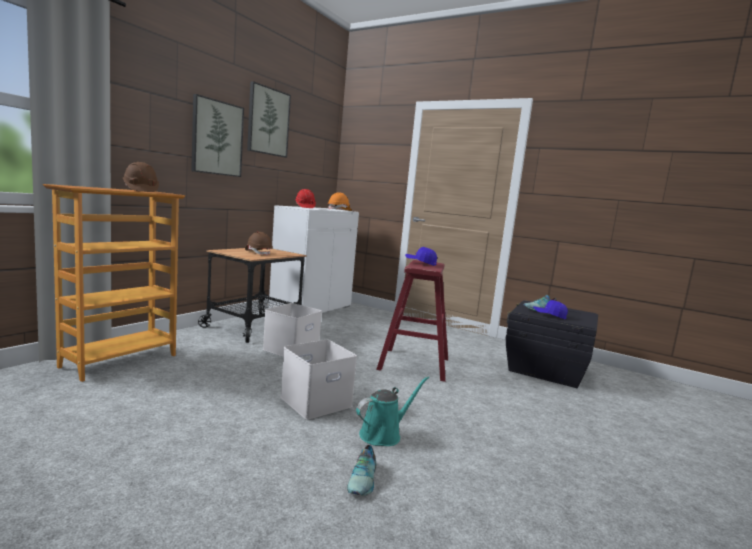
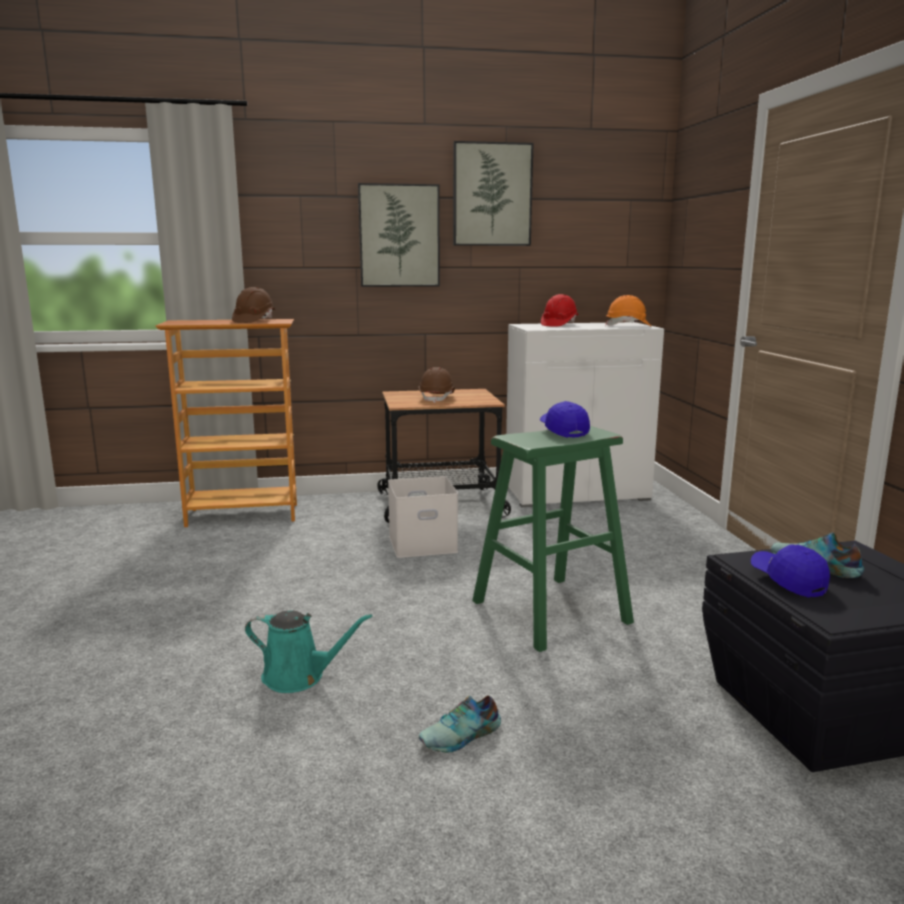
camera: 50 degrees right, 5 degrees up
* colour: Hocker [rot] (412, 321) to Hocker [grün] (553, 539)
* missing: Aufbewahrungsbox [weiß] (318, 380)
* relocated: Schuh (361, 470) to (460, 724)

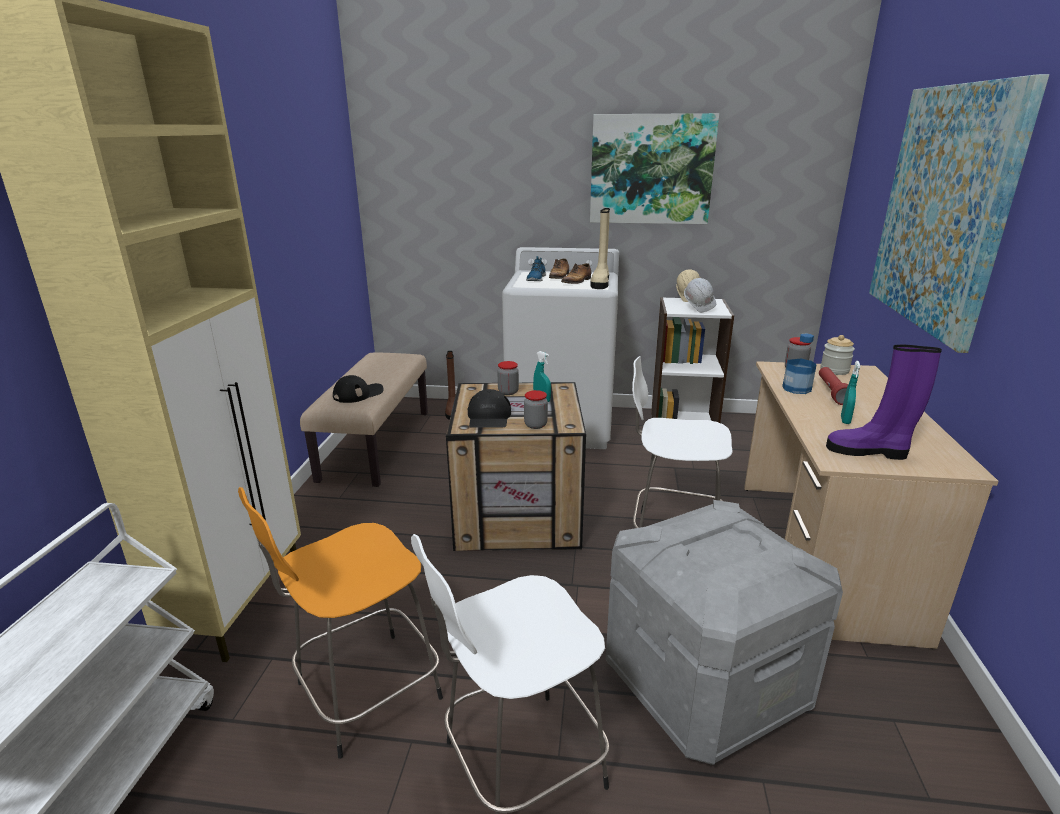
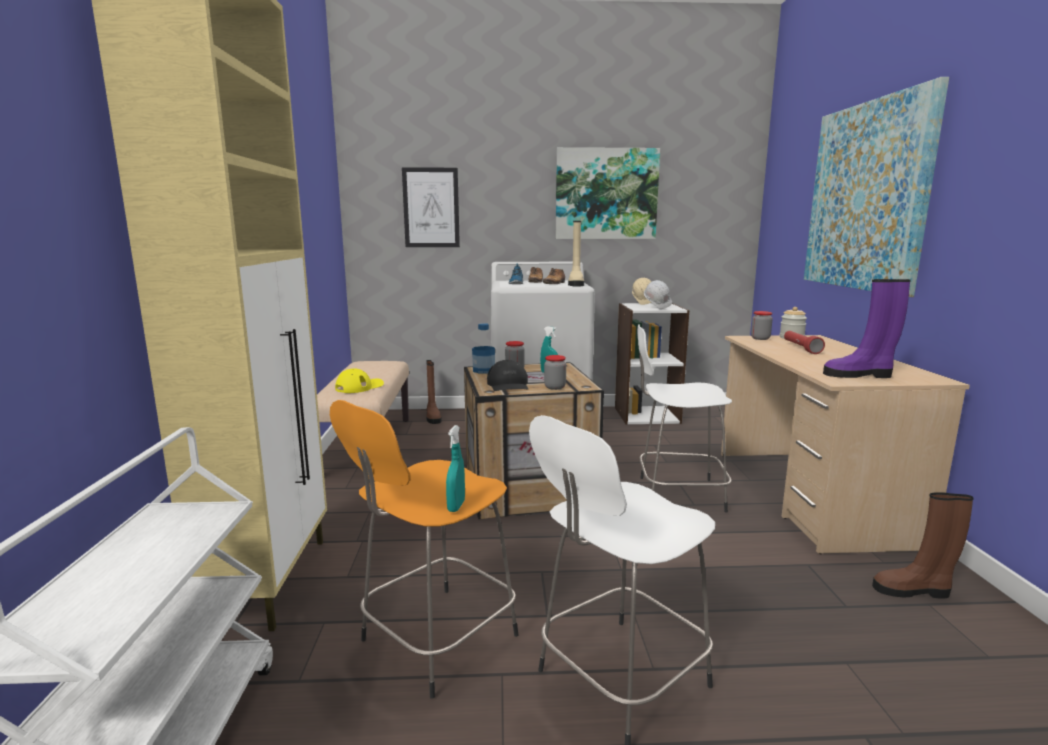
camera: 10 degrees left, 10 degrees down
* relocated: Flasche (799, 363) to (483, 348)
* relocated: Sprühflasche [türkis] (850, 392) to (455, 468)
* colour: Kappe [schwarz] (358, 389) to Kappe [gelb] (359, 380)
* missing: Aufbewahrungsbox [grau] (724, 632)
* appeared: Bild (431, 207)
* appeared: Stiefel [braun] (923, 545)

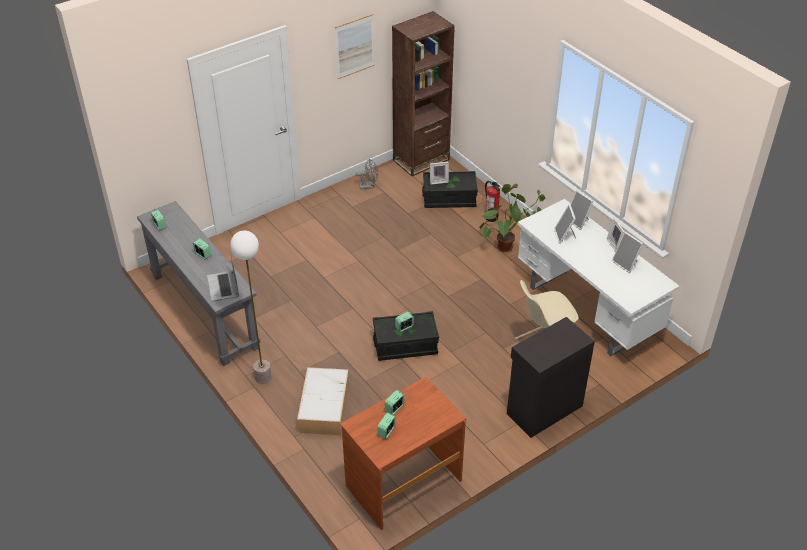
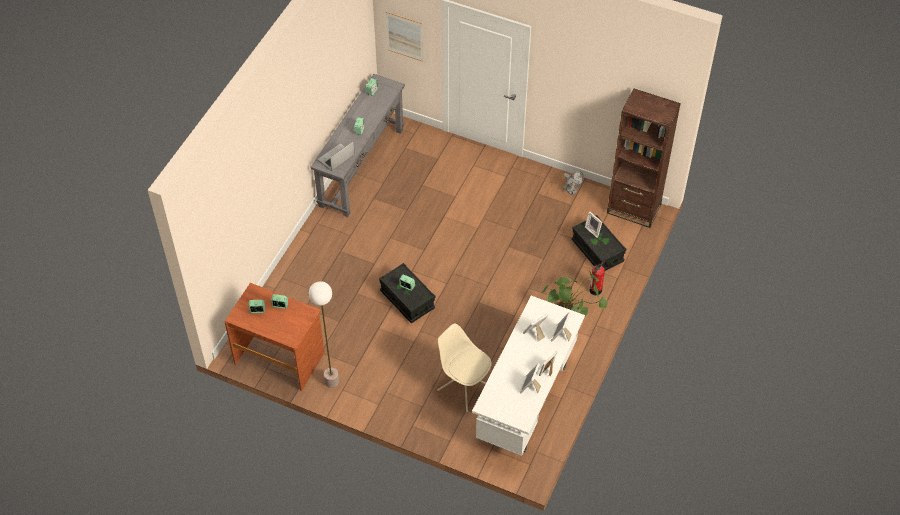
camera: 60 degrees right, 10 degrees up
* relocated: Bild (355, 46) to (404, 36)
* relocated: Stehlampe (251, 307) to (324, 334)
* missing: Schrank [schwarz] (551, 377)
* missing: Aufbewahrungsbox (323, 401)

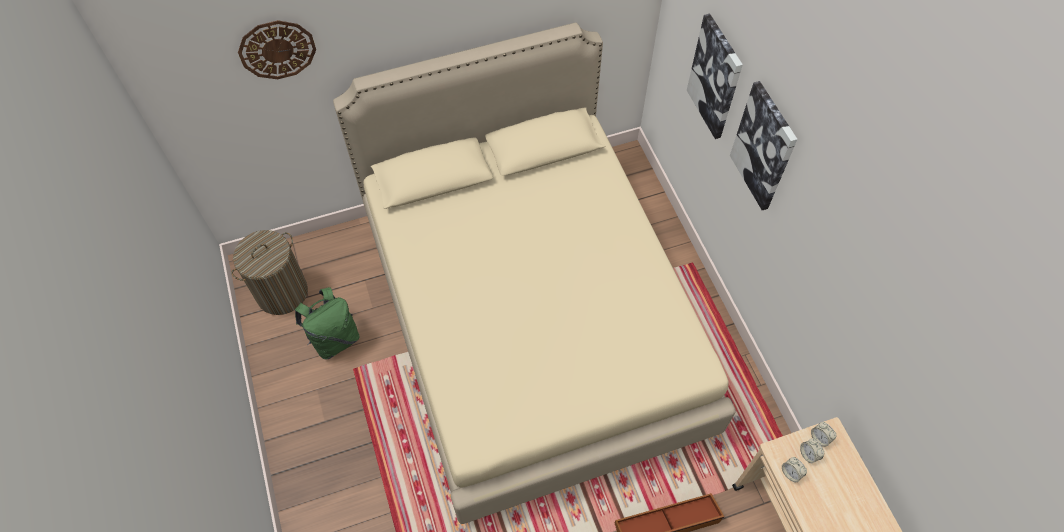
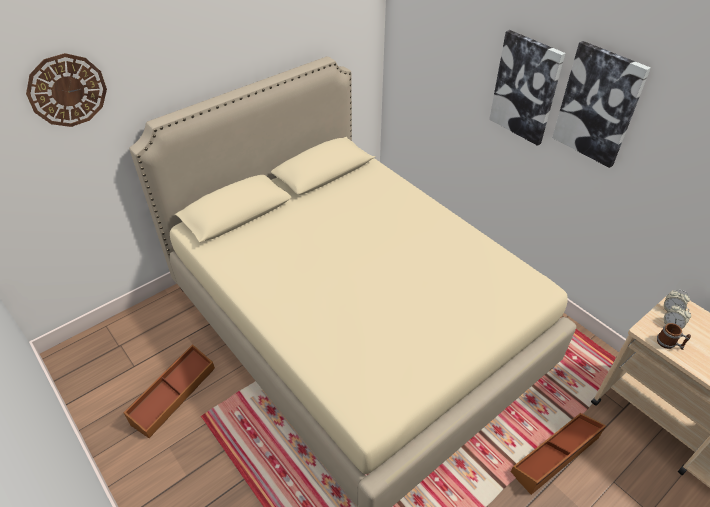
camera: 20 degrees left, 15 degrees down
* relocated: Bild (715, 76) to (601, 104)
* missing: Wäschekorb (269, 272)
* exchanged: Rucksack [grün] (327, 323) to Aufbewahrungsbox [braun] (169, 391)
* exchanged: Wecker (794, 469) to Henkelbecher (674, 336)

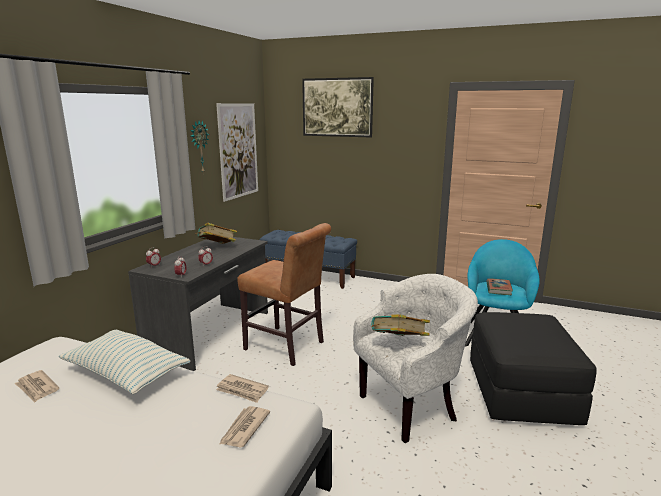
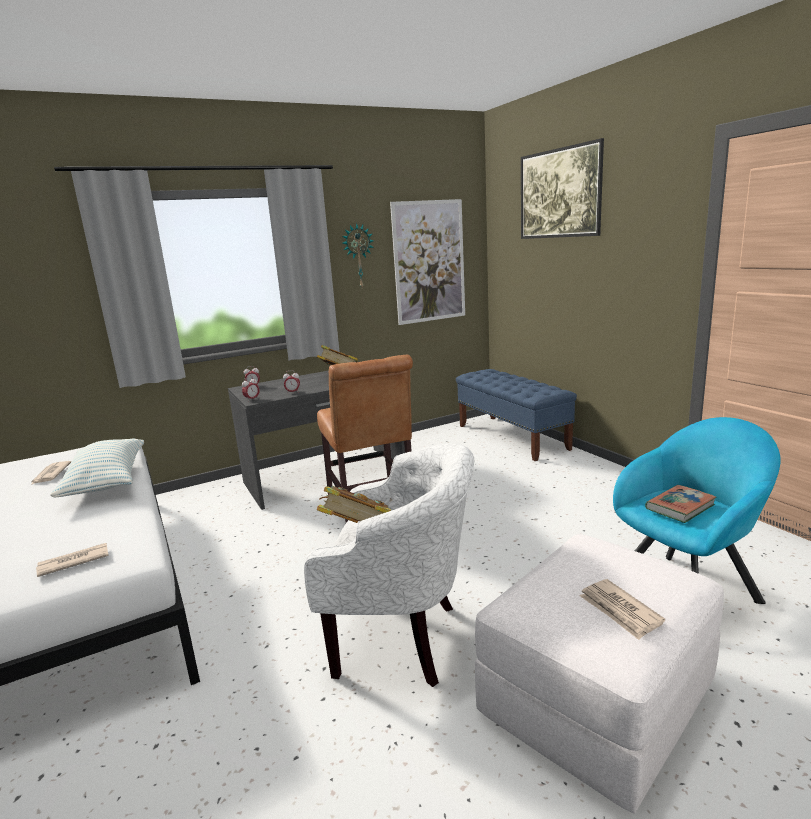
camera: 40 degrees right, 0 degrees up
* colour: Polsterhocker [schwarz] (533, 368) to Polsterhocker [weiß] (599, 673)
* relocated: Zeitung (242, 388) to (622, 609)

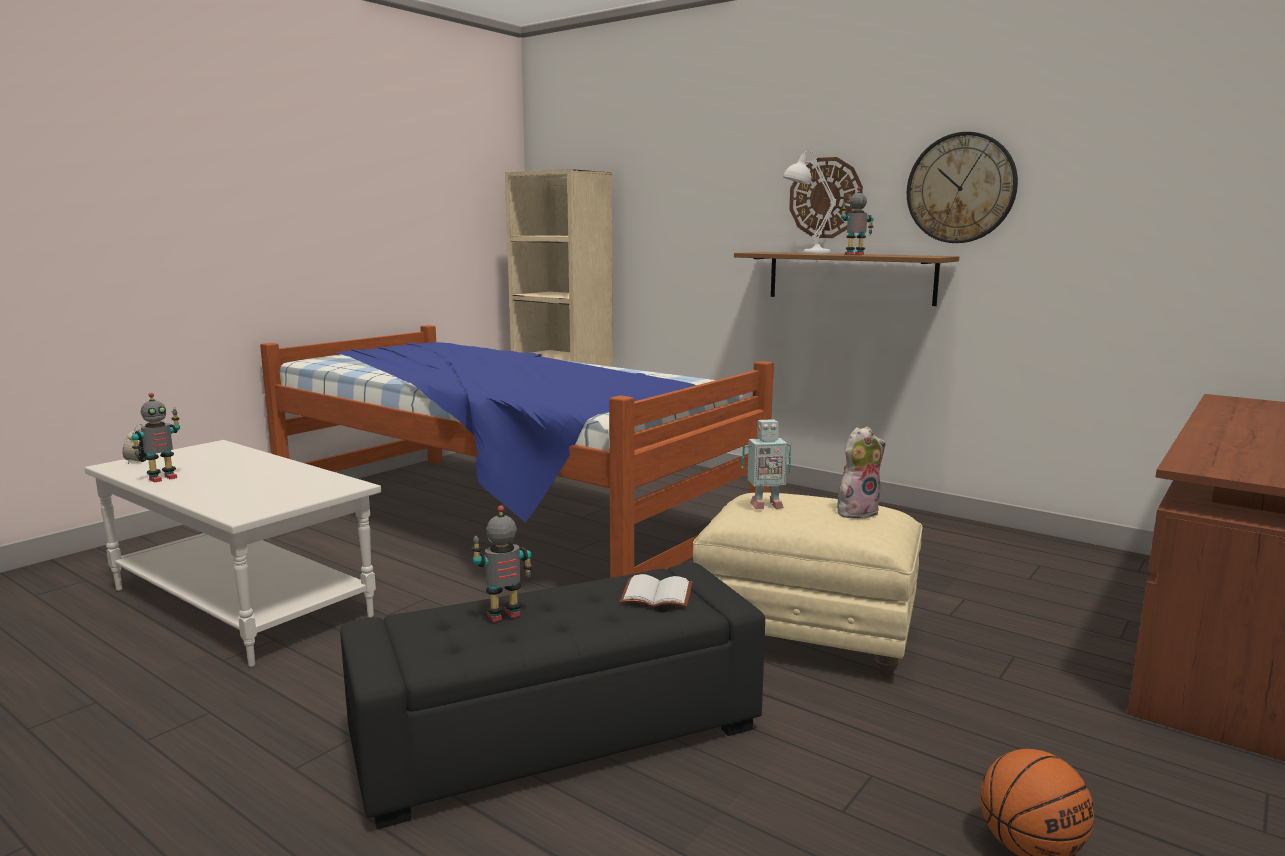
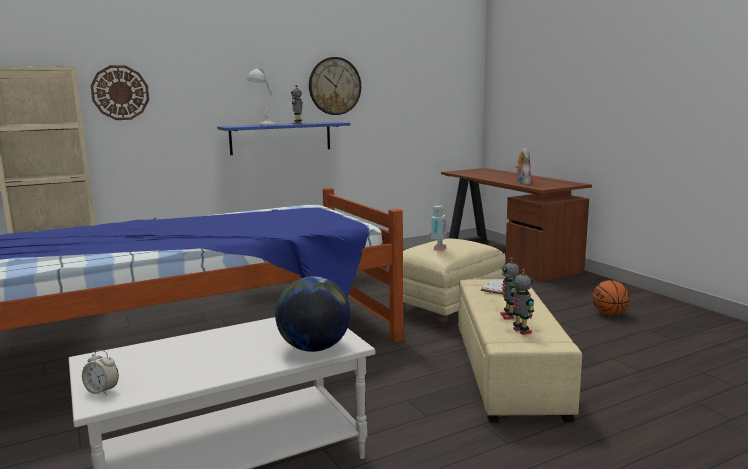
camera: 65 degrees left, 0 degrees up
* relocated: Wanduhr (826, 197) to (120, 92)
* colour: Wandregal [braun] (846, 279) to Wandregal [blau] (284, 138)
* relocated: Spielzeugroboter (155, 438) to (522, 302)
* relocated: Plüschtier (861, 472) to (524, 166)
* colour: Polsterhocker [schwarz] (552, 696) to Polsterhocker [beige] (520, 351)
* appeared: Globus (312, 314)

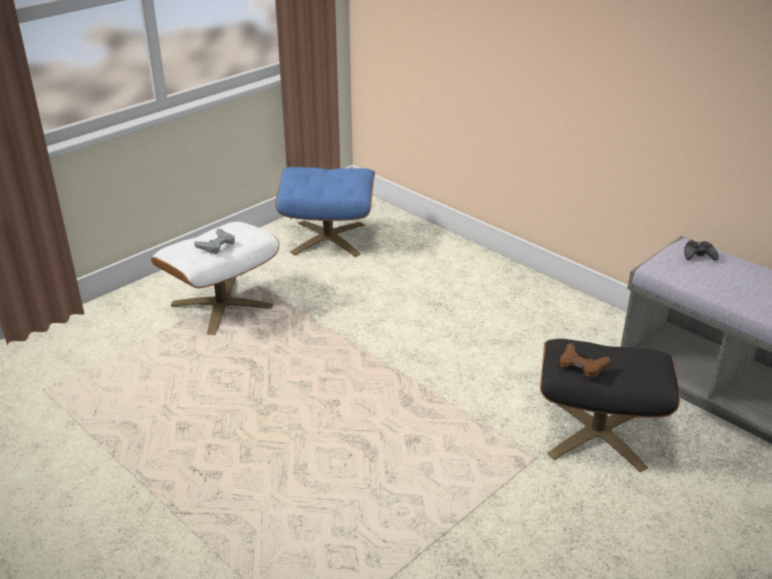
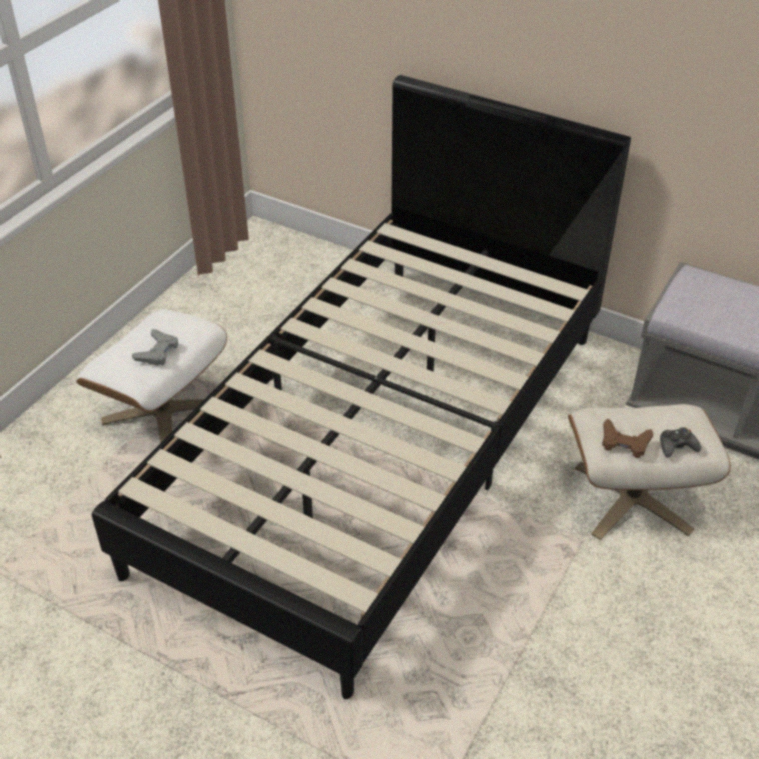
camera: 15 degrees left, 10 degrees up
* missing: Polsterhocker [blau] (325, 212)
* relocated: Gamepad [schwarz] (701, 250) to (680, 442)
* colour: Polsterhocker [schwarz] (610, 405) to Polsterhocker [beige] (649, 472)
* appeared: Bett [schwarz] (361, 387)

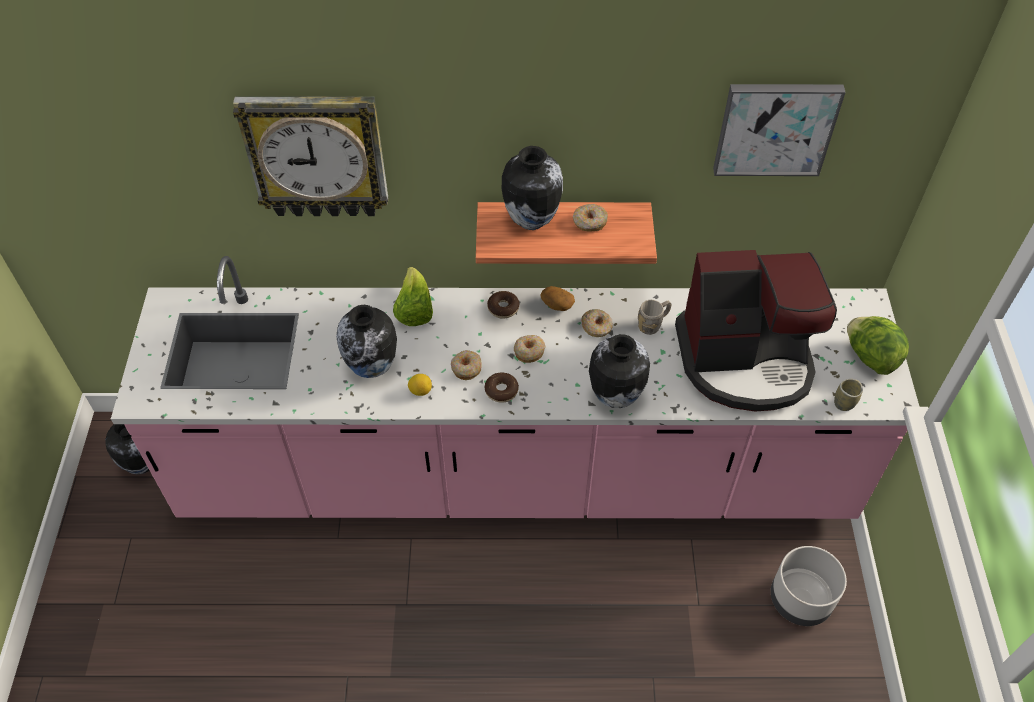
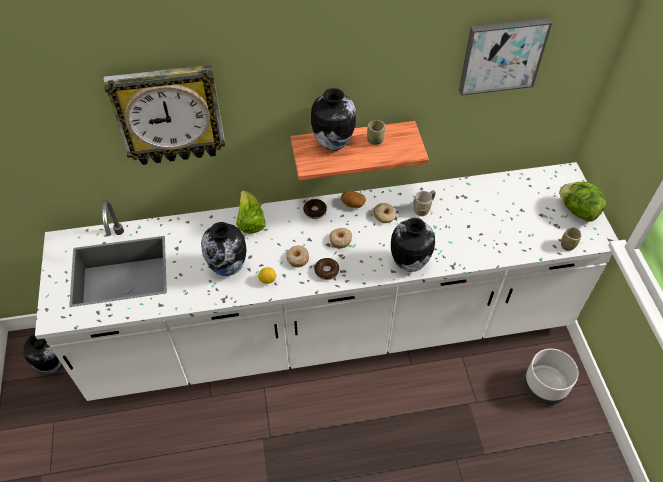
camera: 10 degrees left, 0 degrees up
* exchanged: Donut (590, 217) to Tasse (376, 132)
* missing: Kaffeemaschine (756, 331)
* colour: Küchenzeile [rosa] (515, 387) to Küchenzeile [weiß] (326, 281)

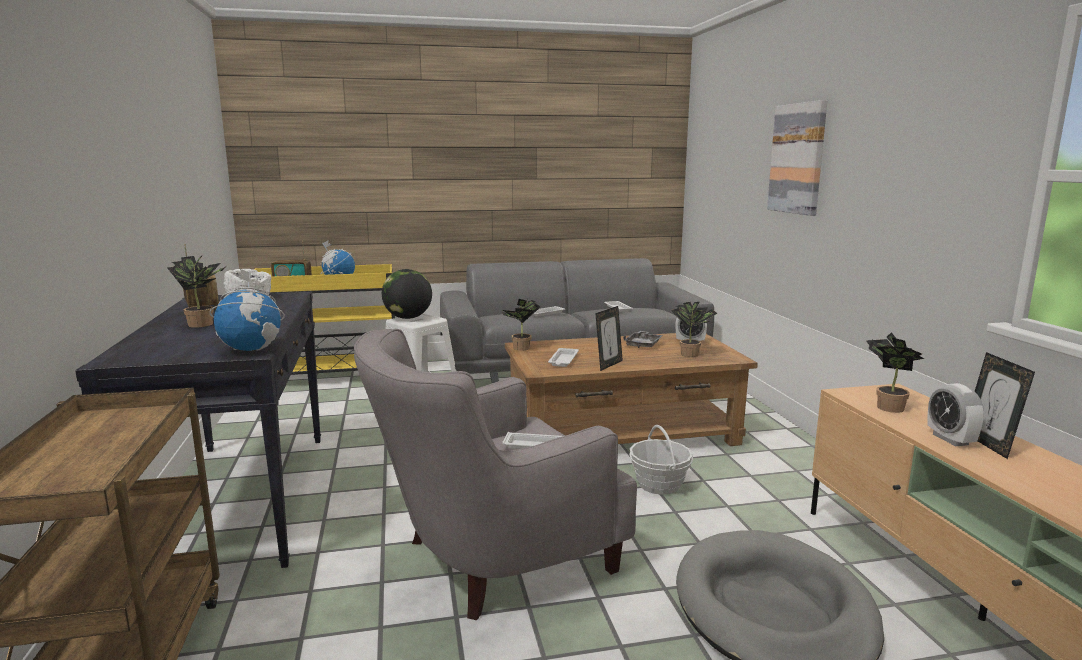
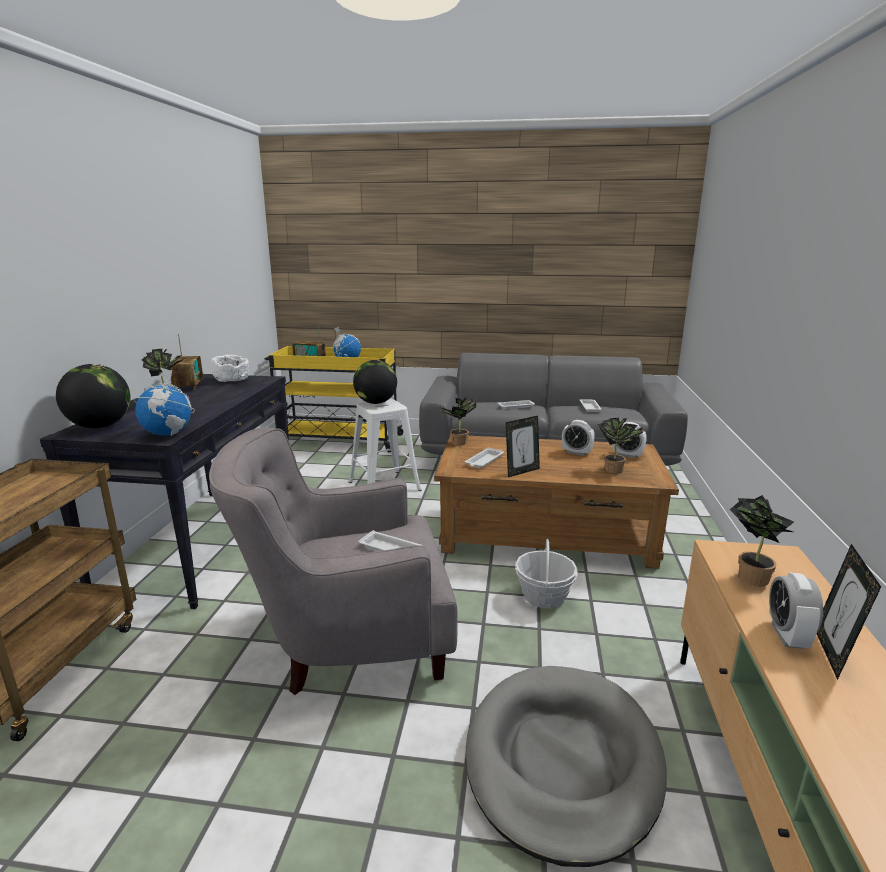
camera: 20 degrees right, 5 degrees up
* missing: Bild (797, 158)
* exchanged: Tablett [grau] (643, 339) to Wecker (578, 438)
* appeared: Globus (93, 396)

